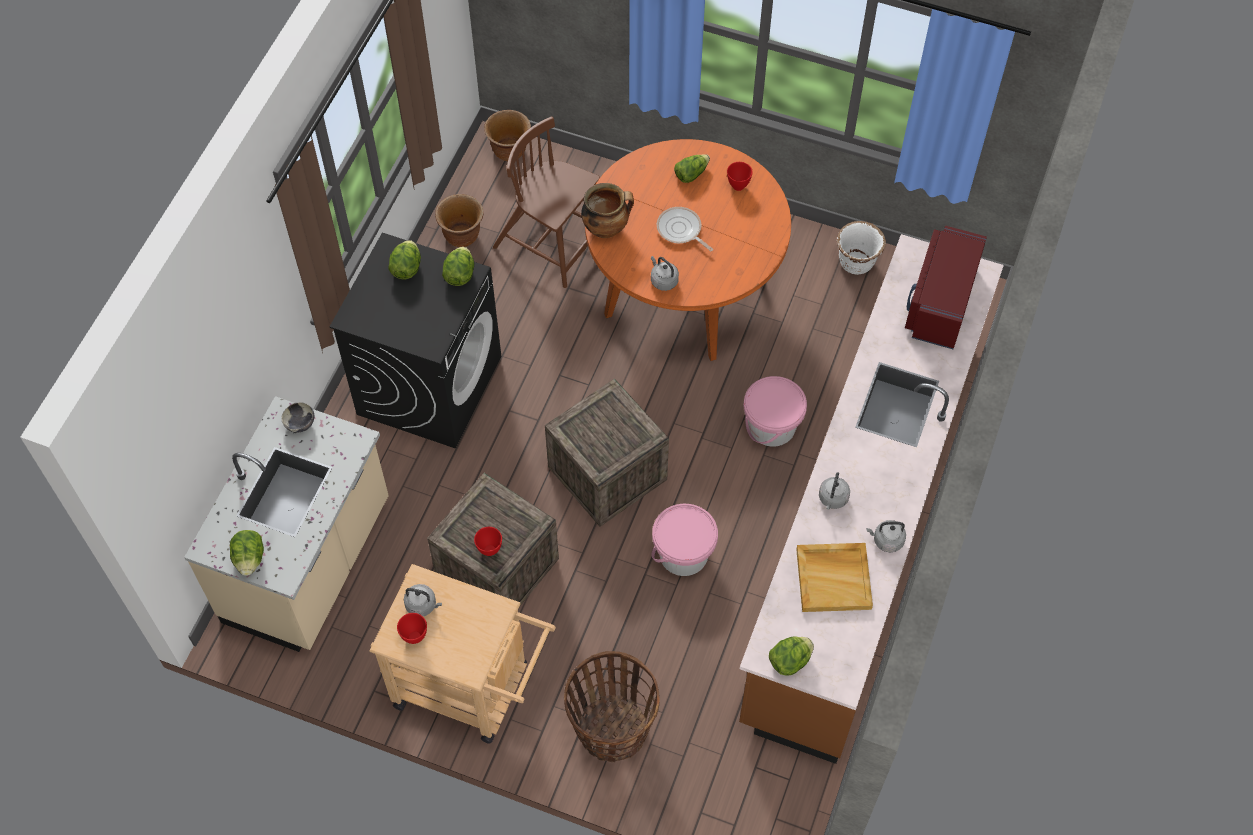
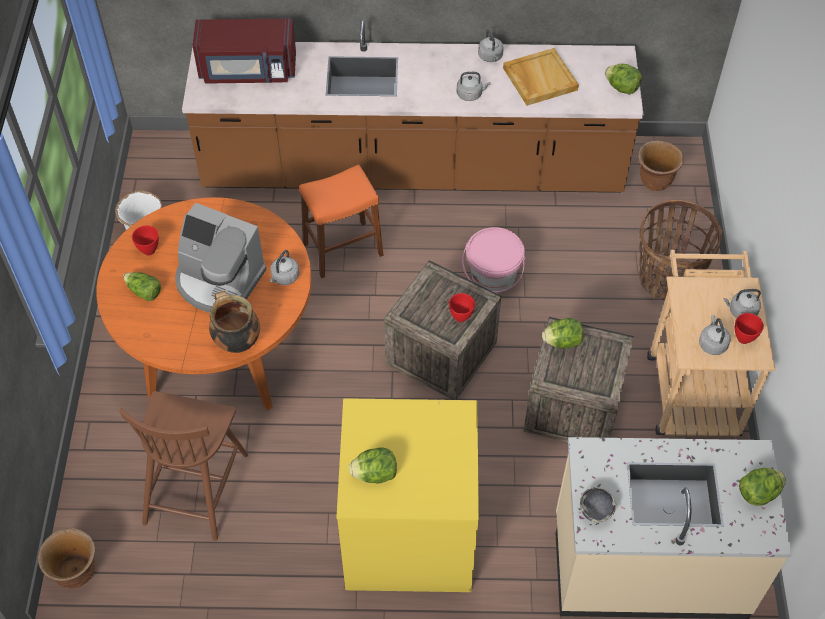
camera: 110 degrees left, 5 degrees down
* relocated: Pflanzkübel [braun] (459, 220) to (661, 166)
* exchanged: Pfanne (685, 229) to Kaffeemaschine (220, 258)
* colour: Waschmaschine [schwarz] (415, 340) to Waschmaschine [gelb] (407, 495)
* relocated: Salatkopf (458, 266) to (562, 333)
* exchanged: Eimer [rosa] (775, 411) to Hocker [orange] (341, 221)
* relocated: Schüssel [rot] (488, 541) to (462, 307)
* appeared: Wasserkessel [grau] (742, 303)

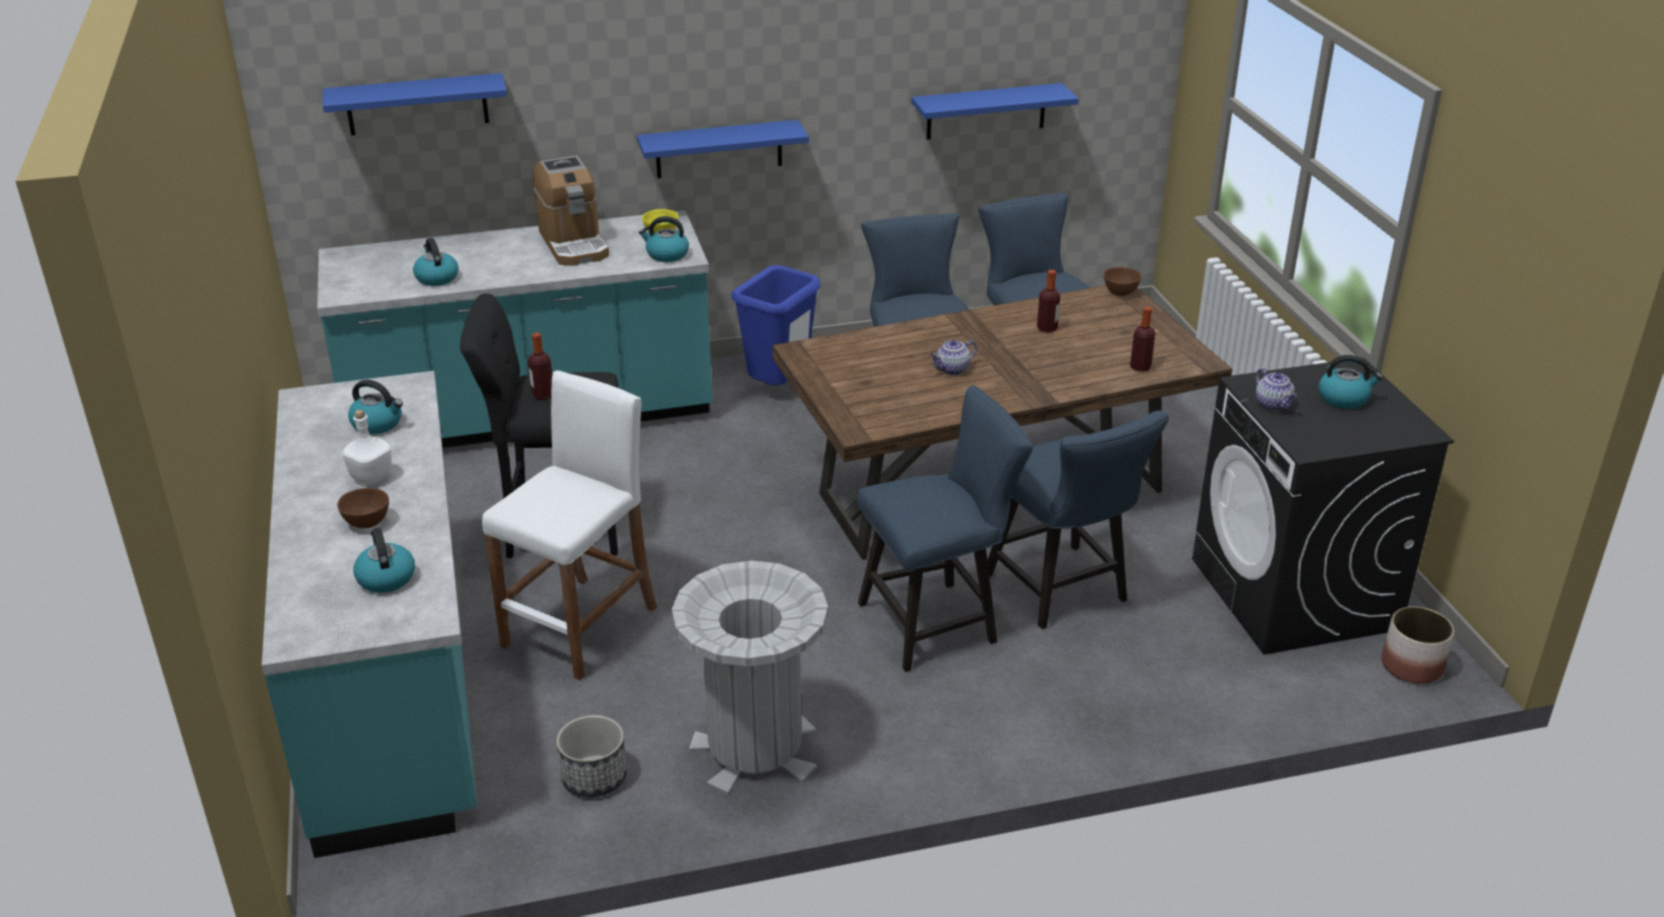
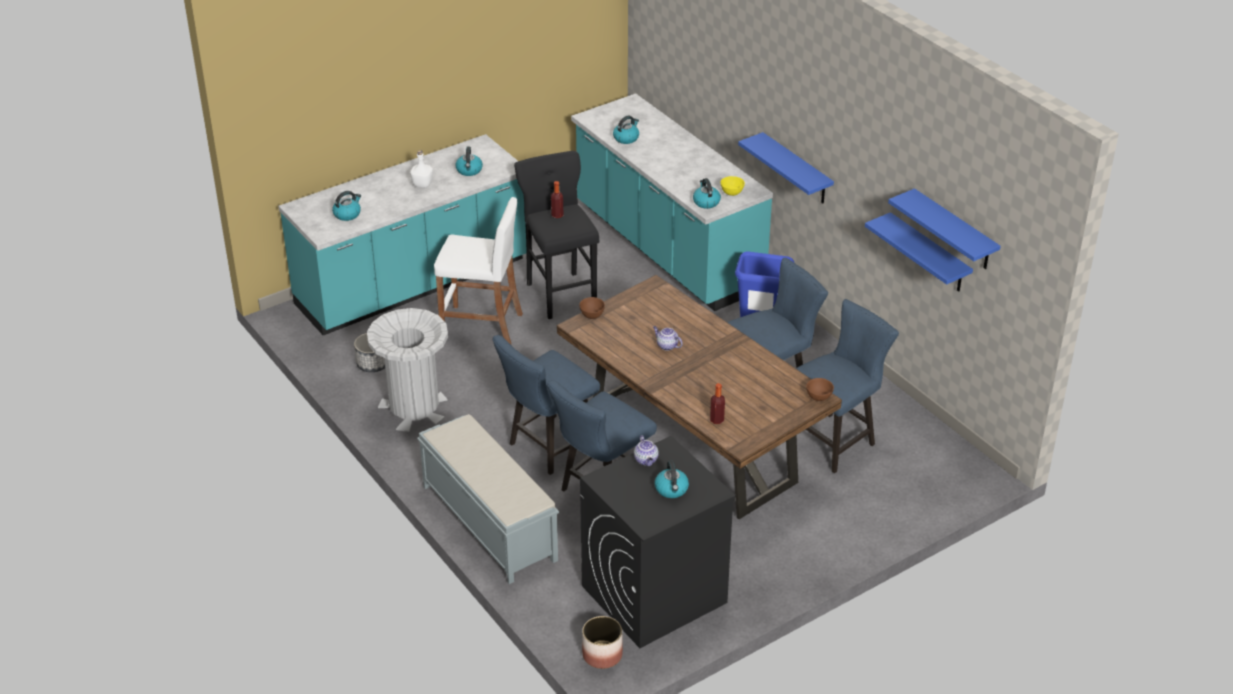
camera: 70 degrees right, 5 degrees up
* relocated: Wandregal [blau] (415, 104) to (944, 228)
* missing: Kaffeemaschine (571, 210)
* missing: Flasche (1048, 301)
* spun: Teekanne (1276, 389) = (646, 450) 60 degrees counterclockwise
* spun: Stuhl [blau] (945, 528) = (546, 405) 90 degrees clockwise
* relocated: Schüssel [braun] (363, 508) to (592, 308)
* appeared: Bank [grau] (488, 499)

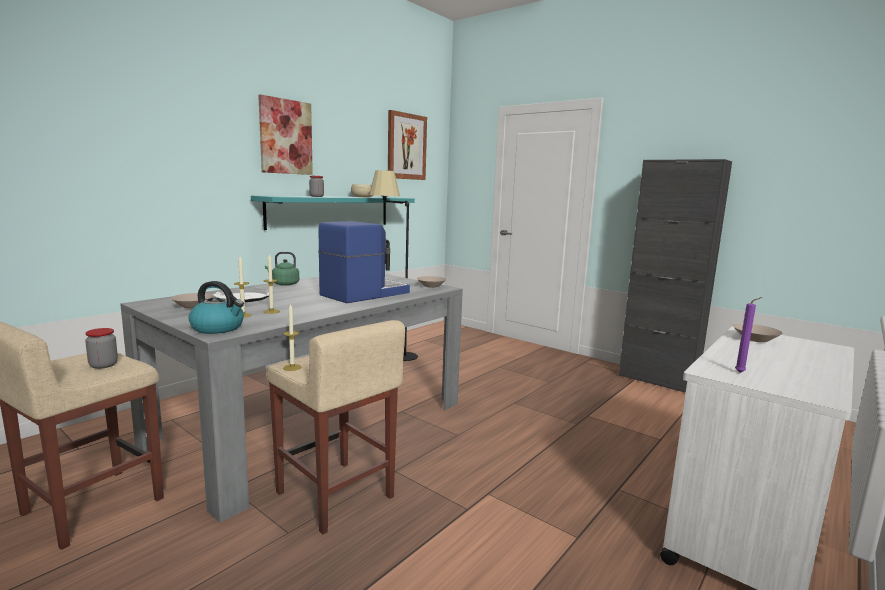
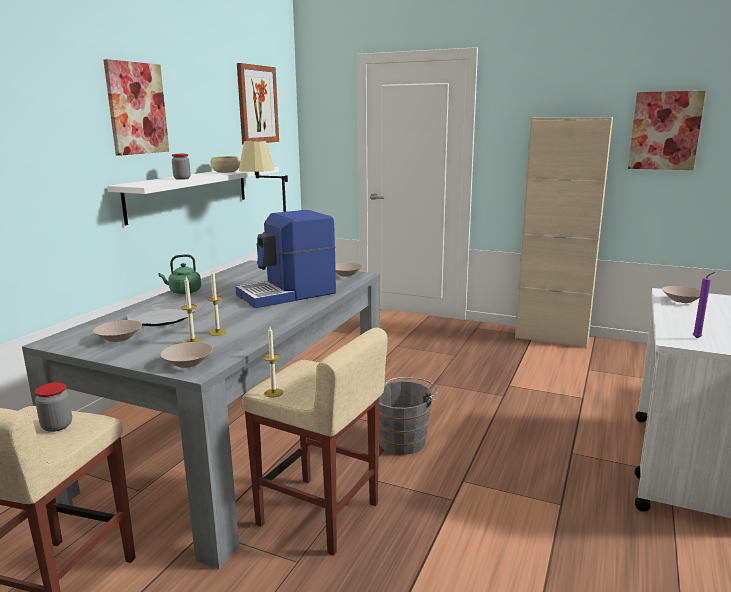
camera: 15 degrees left, 5 degrees up
* colour: Schrank [schwarz] (675, 276) to Schrank [beige] (564, 232)
* colour: Wandregal [türkis] (333, 213) to Wandregal [weiß] (193, 196)
* spun: Kaffeemaschine (364, 262) = (285, 259) 150 degrees counterclockwise
* exchanged: Wasserkessel (216, 307) to Schüssel [beige] (186, 355)
* appeared: Bild (667, 130)
* appeared: Eimer [grau] (408, 416)

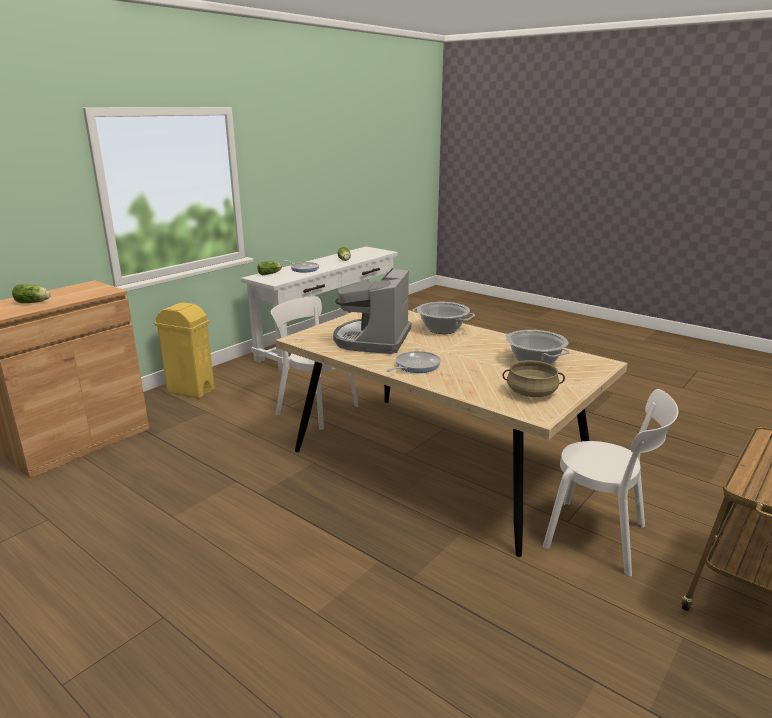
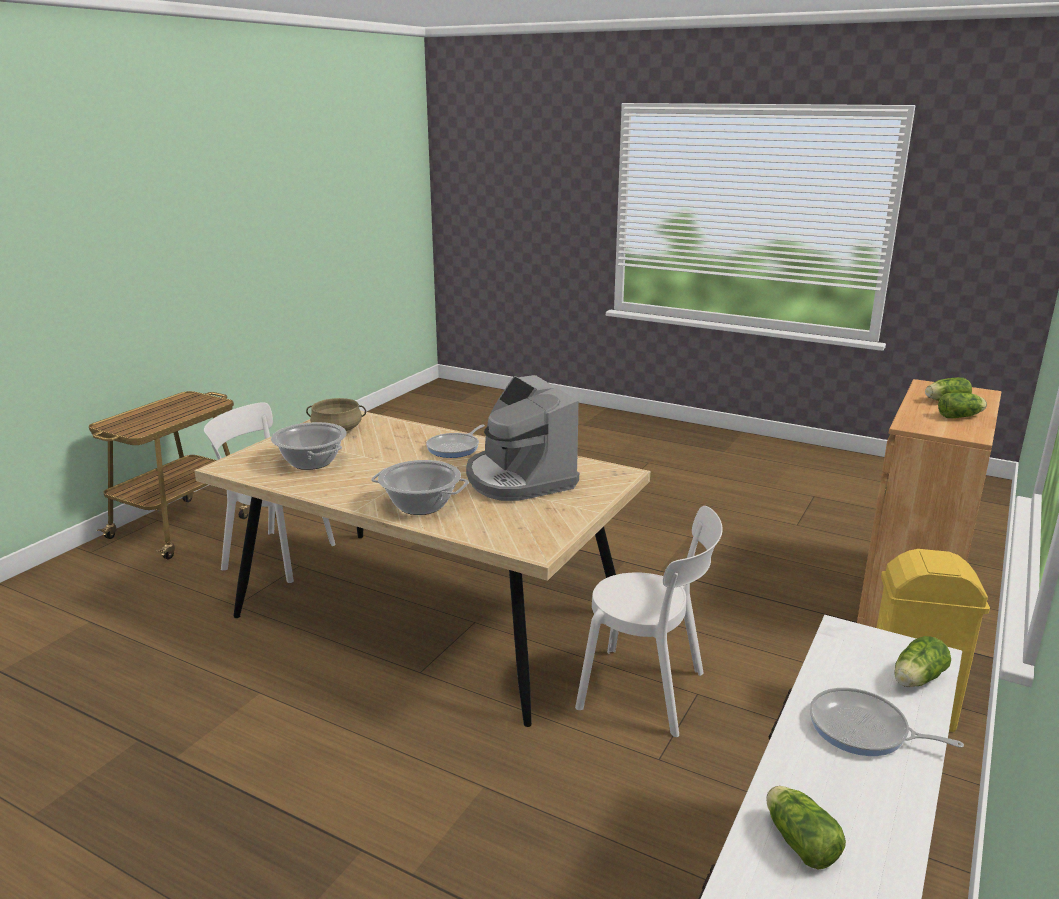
camera: 170 degrees right, 0 degrees up
* spun: Kaffeemaschine (372, 311) = (522, 438) 150 degrees clockwise
* appeared: Salatkopf (962, 405)

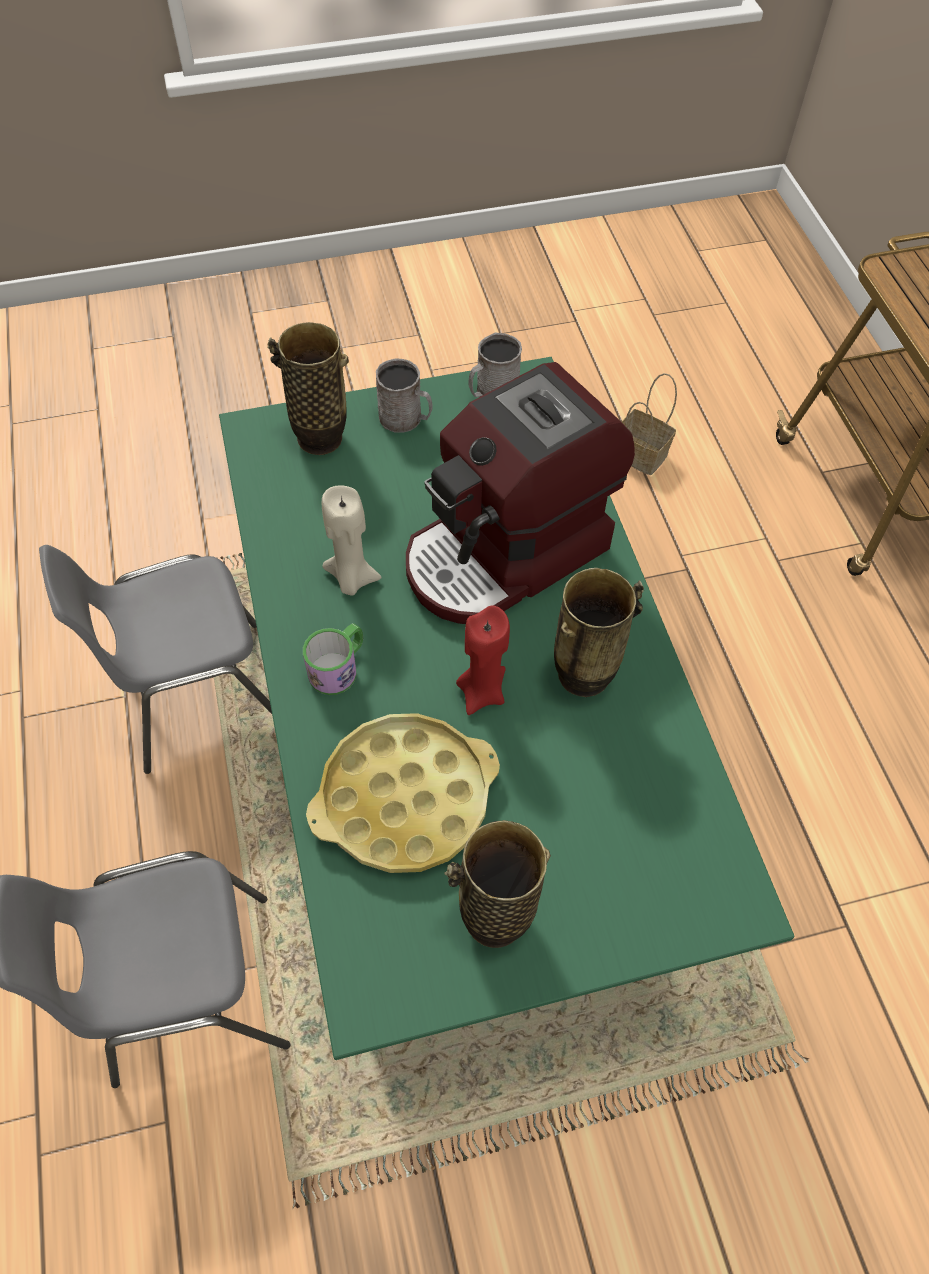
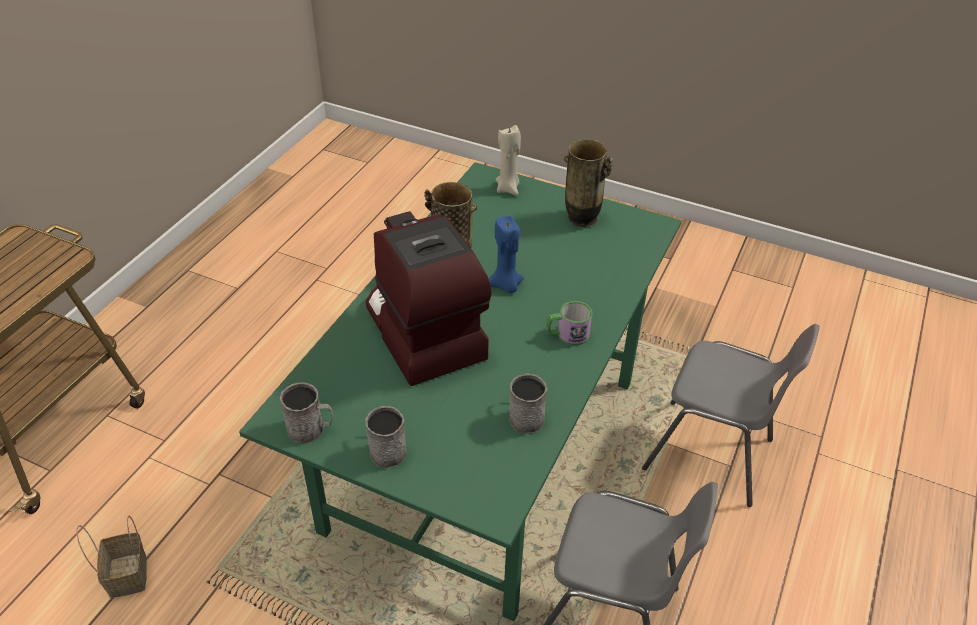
camera: 140 degrees left, 15 degrees down
* missing: Vase (308, 388)
* spun: Kaffeemaschine (520, 493) = (428, 298) 120 degrees counterclockwise
* relocated: Kerze [beige] (352, 540) to (508, 160)
* colour: Kerze [rot] (483, 660) to Kerze [blau] (506, 254)
* missing: Tablett [gelb] (403, 793)
* appeared: Henkelbecher [grau] (528, 403)

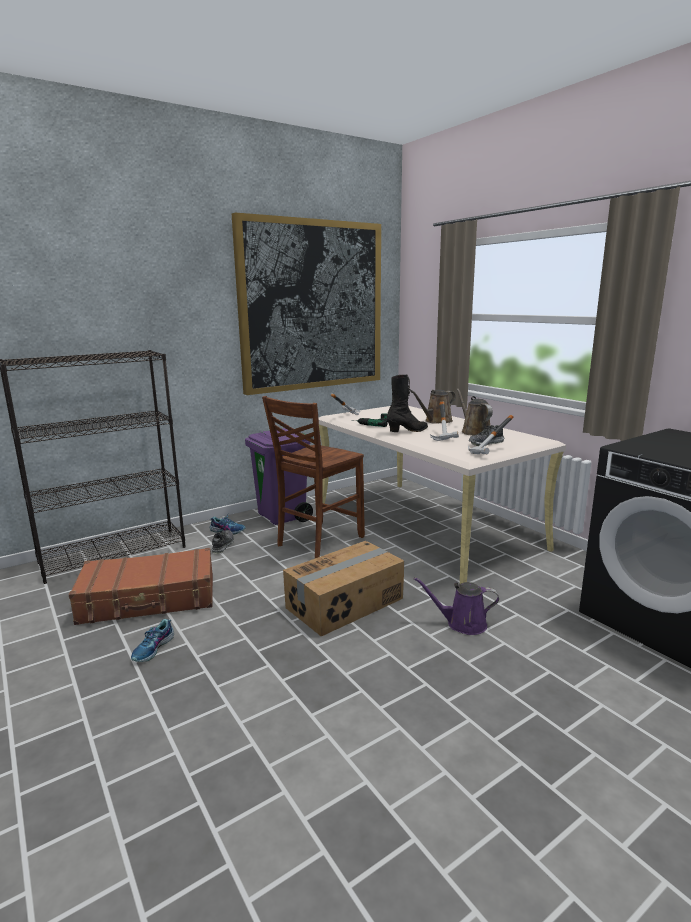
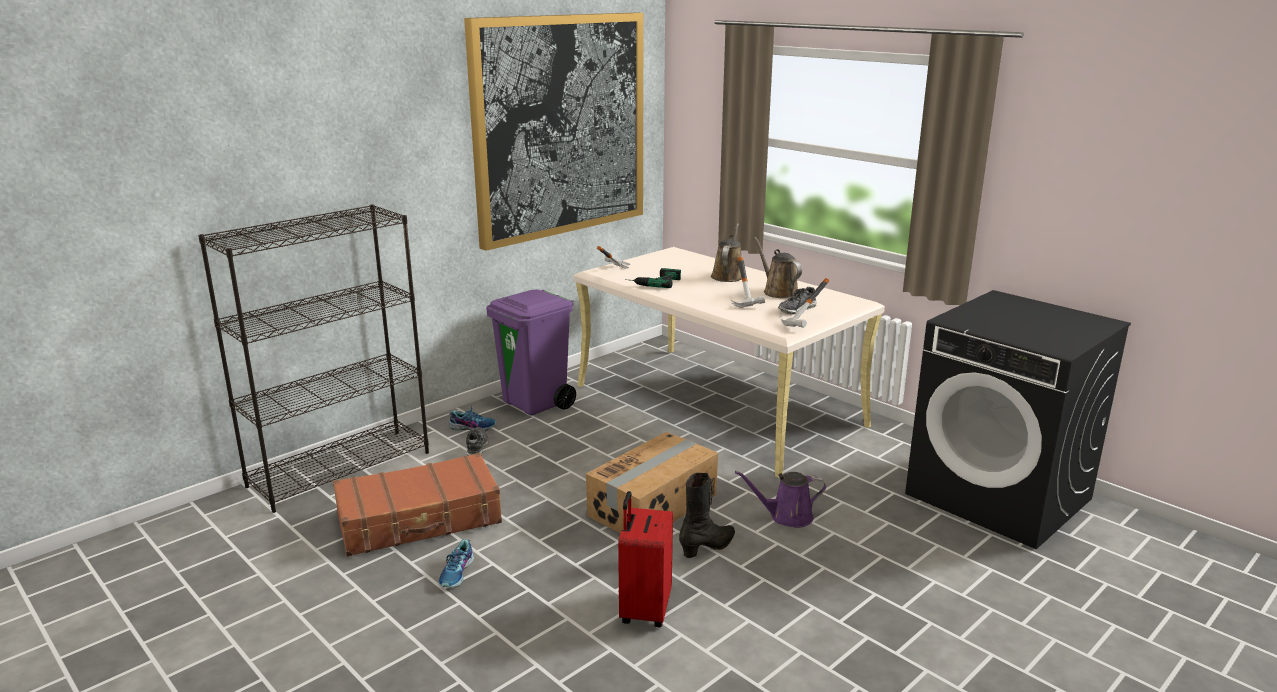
camera: 10 degrees left, 5 degrees up
* relocated: Stiefel [schwarz] (407, 403) to (707, 515)
* spun: Gießkanne [braun] (433, 407) = (726, 252) 150 degrees clockwise
* missing: Stuhl [braun] (313, 477)
* appeared: Koffer [rot] (645, 559)

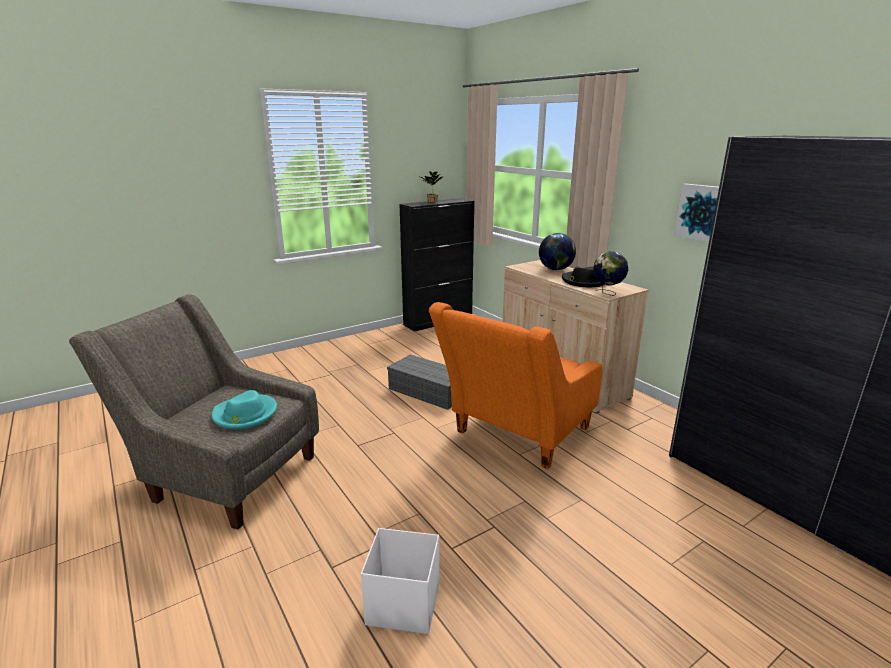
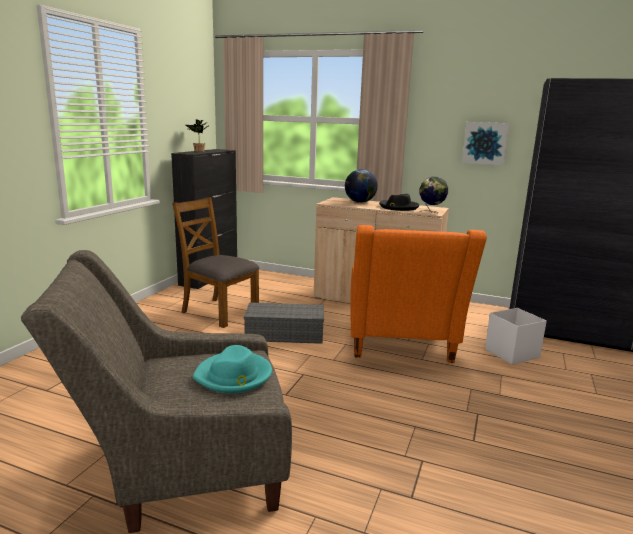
camera: 35 degrees left, 5 degrees down
* relocated: Aufbewahrungsbox [weiß] (400, 581) to (516, 336)
* appeared: Stuhl [braun] (216, 262)

